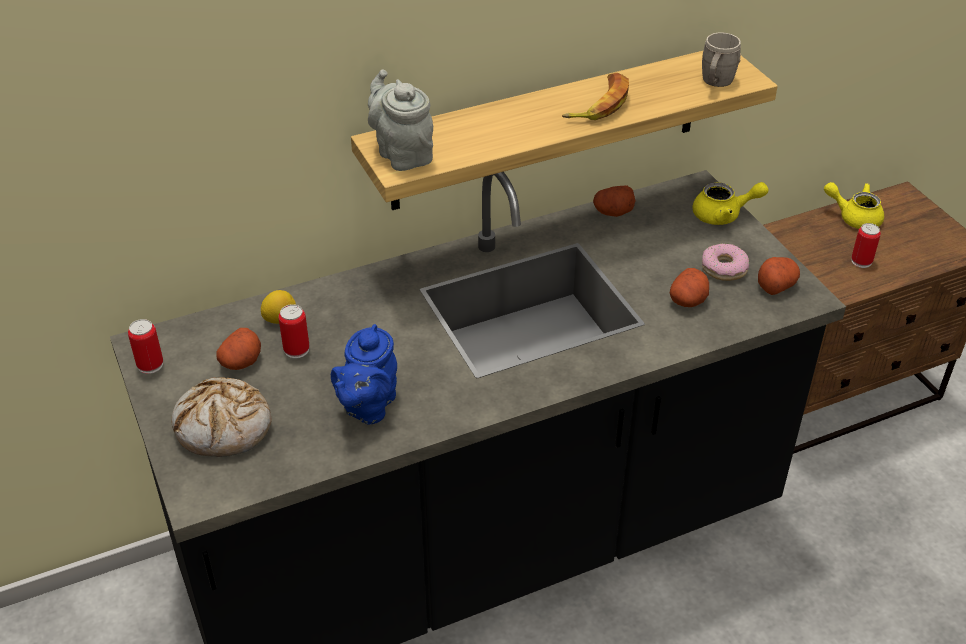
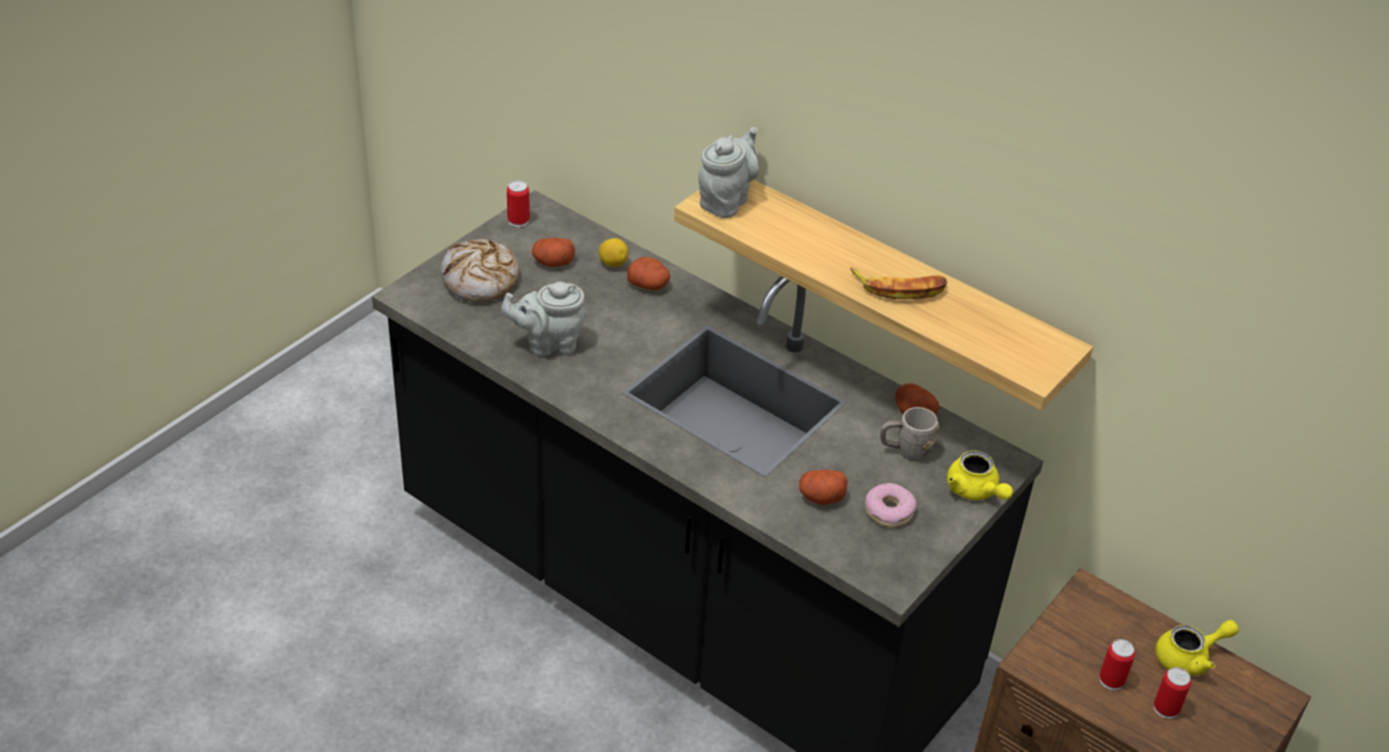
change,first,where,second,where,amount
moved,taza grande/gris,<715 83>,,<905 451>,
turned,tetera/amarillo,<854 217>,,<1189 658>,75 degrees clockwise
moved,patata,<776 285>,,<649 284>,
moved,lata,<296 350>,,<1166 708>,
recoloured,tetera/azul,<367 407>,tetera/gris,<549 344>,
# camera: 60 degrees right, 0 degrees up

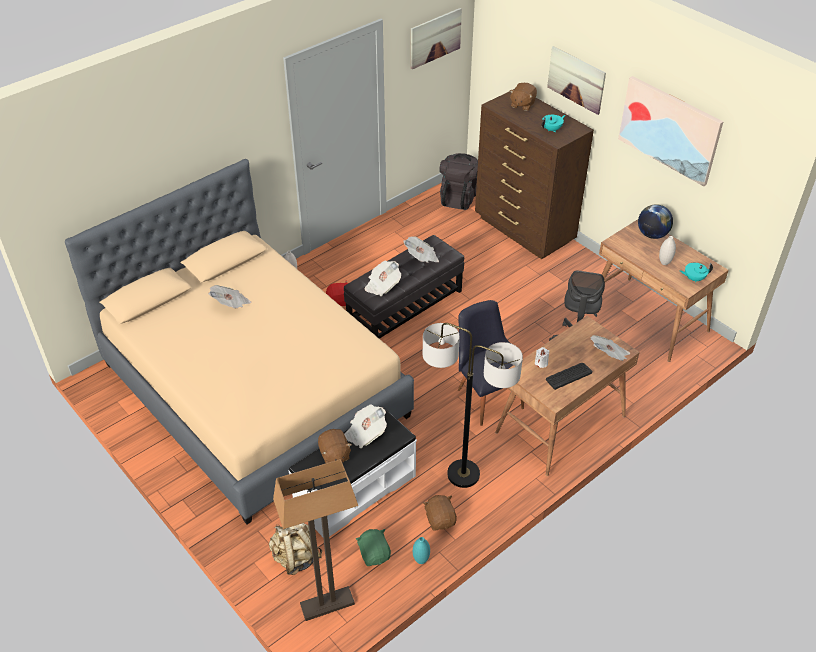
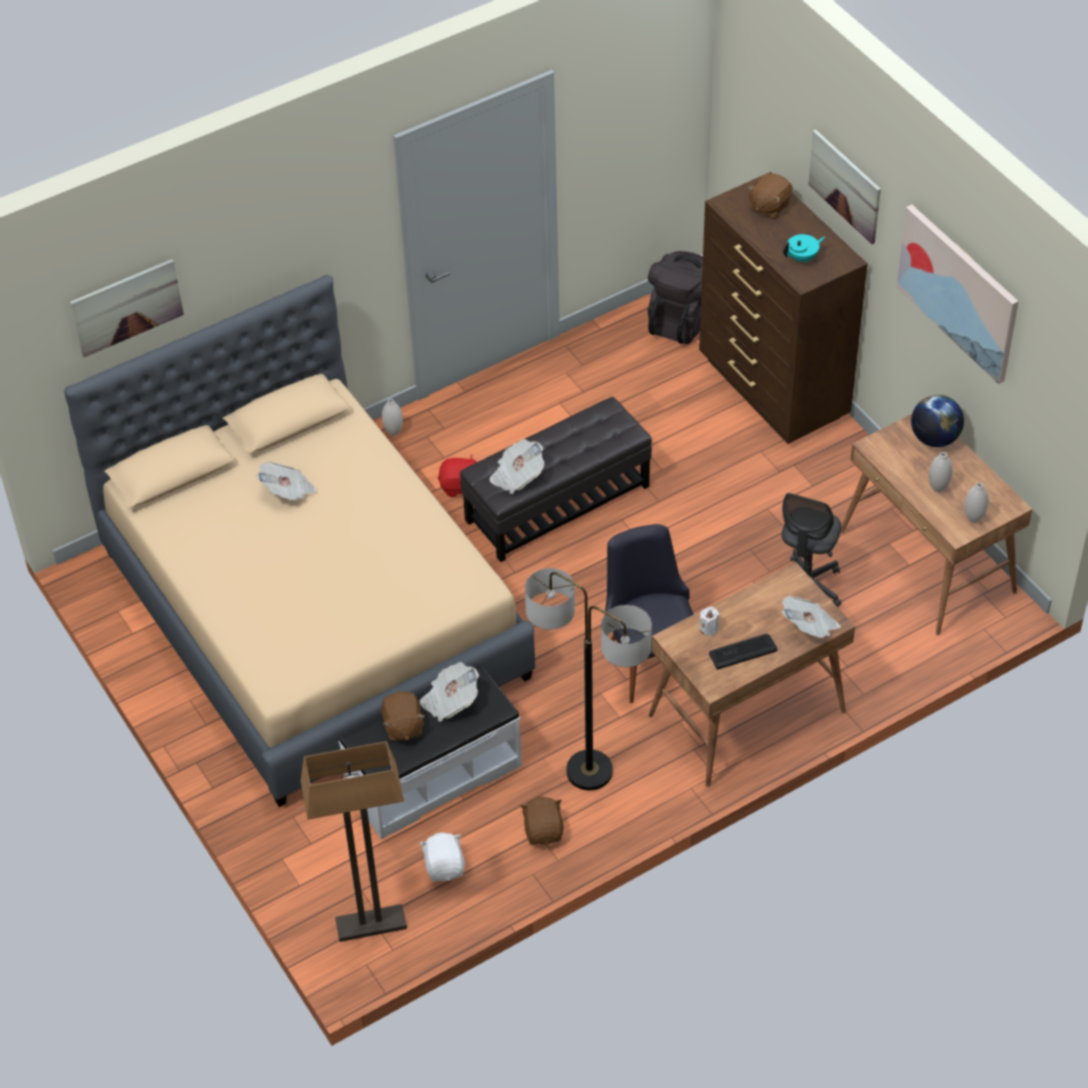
change,first,where,second,where,amount
moved,cuadro,<435 38>,,<127 307>,
removed,periódico,<421 257>,,,
replaced,tetera/turquesa,<693 278>,florero/blanco,<973 518>,
removed,mochila/beis,<295 557>,,,
recoloured,peluche/verde,<374 554>,peluche/blanco,<445 867>,
removed,florero/turquesa,<421 560>,,,
# camera: 10 degrees right, 5 degrees up

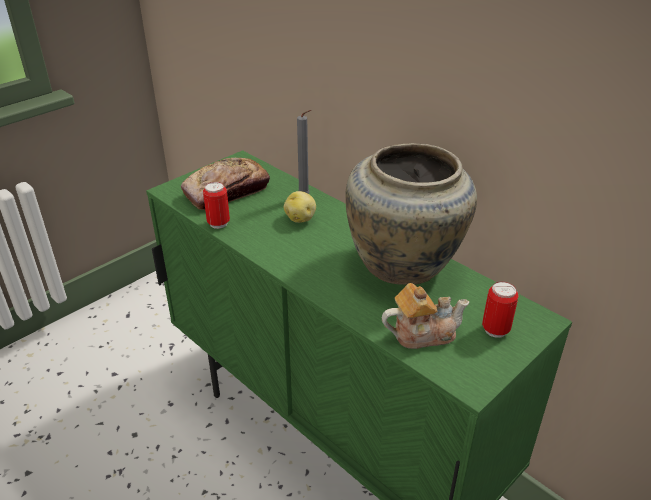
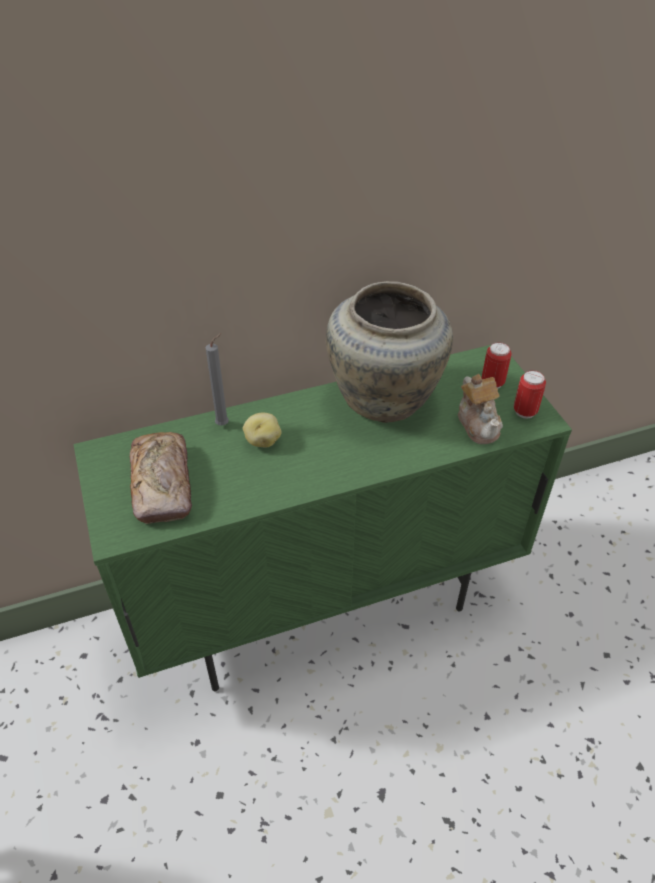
change,first,where,second,where,amount
moved,lata,<218 223>,,<525 411>,
turned,tetera,<422 333>,,<478 424>,150 degrees clockwise
# camera: 65 degrees left, 10 degrees up

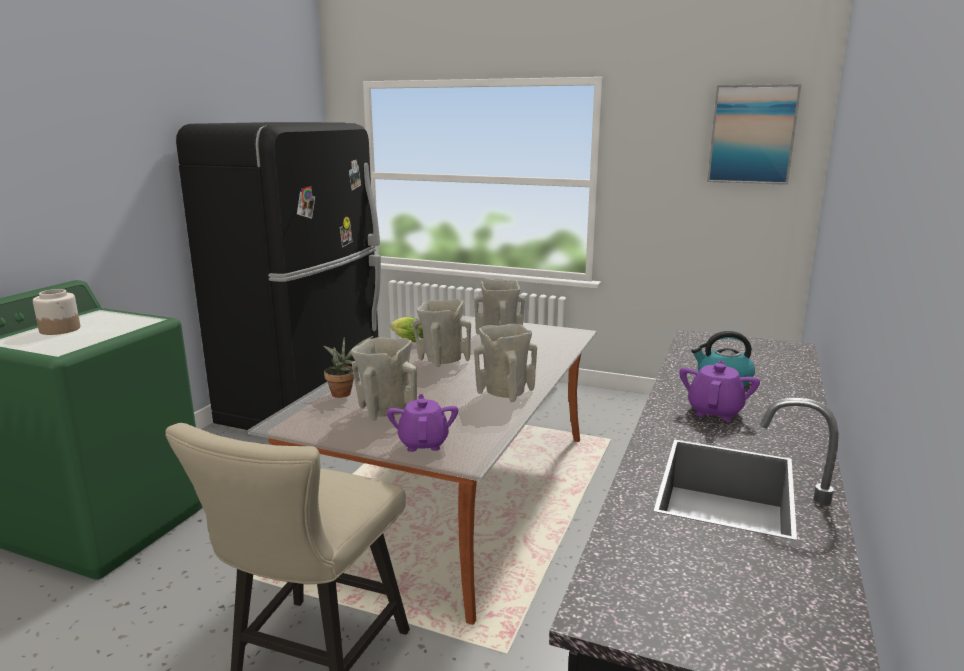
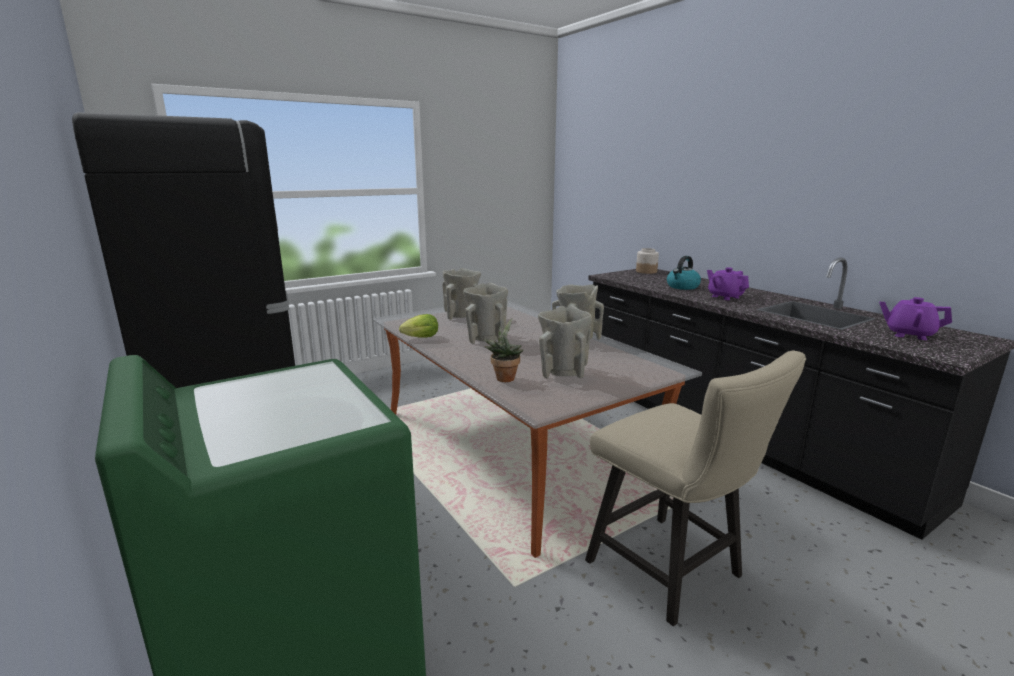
change,first,where,second,where,amount
removed,cuadro,<752 134>,,,
moved,tarro,<60 329>,,<646 271>,
moved,tetera/morado,<423 443>,,<908 334>,
# camera: 55 degrees left, 0 degrees up

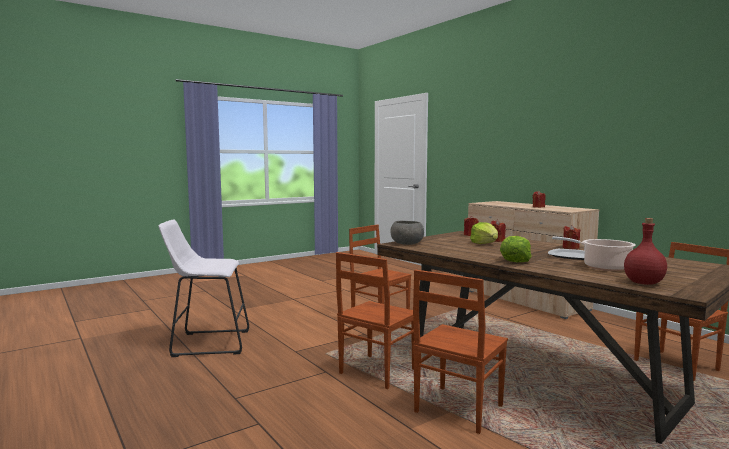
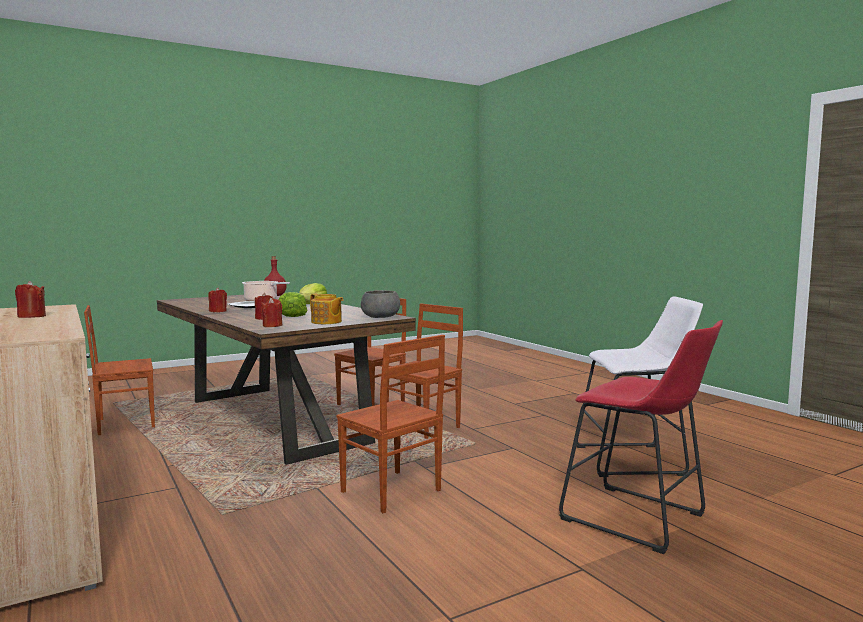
change,first,where,second,where,amount
added,,,tetera,<326 322>,
added,,,taburete/rojo,<640 520>,
# camera: 175 degrees left, 0 degrees up

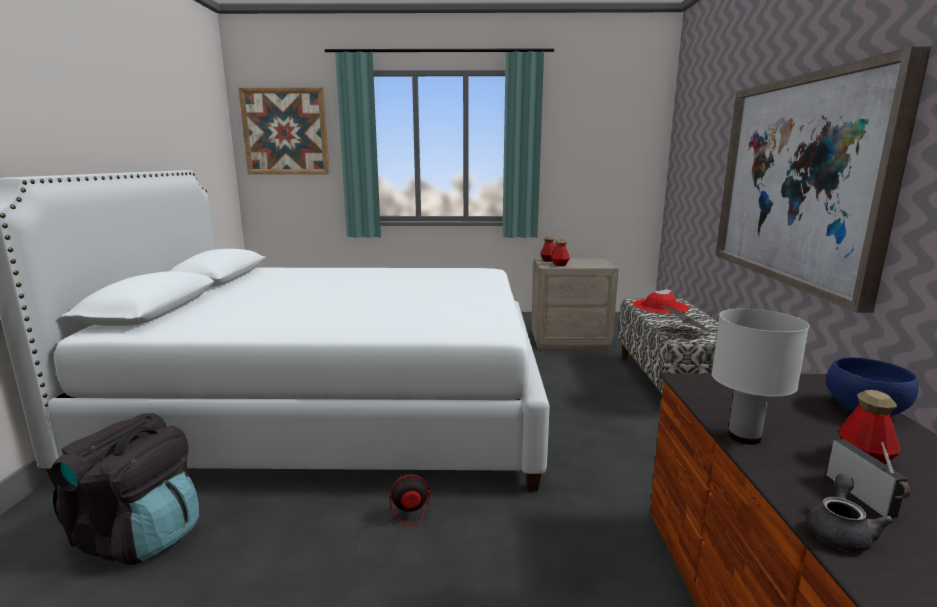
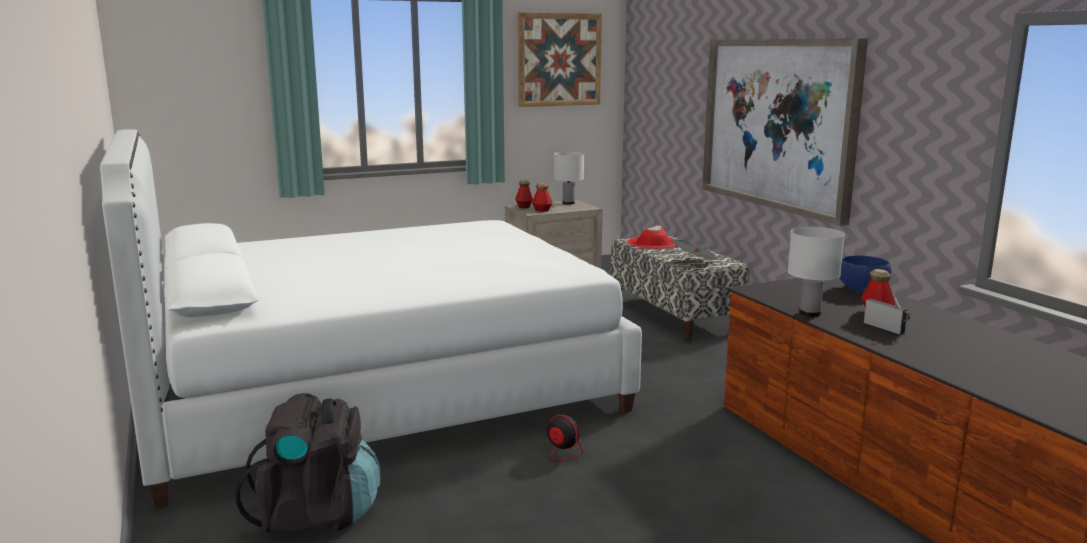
change,first,where,second,where,amount
moved,cuadro,<285 132>,,<559 60>,
turned,ventilador,<397 527>,,<544 456>,75 degrees clockwise
removed,tetera/gris,<840 531>,,,
added,,,lámpara de mesa/blanco,<568 203>,
# camera: 25 degrees left, 0 degrees up

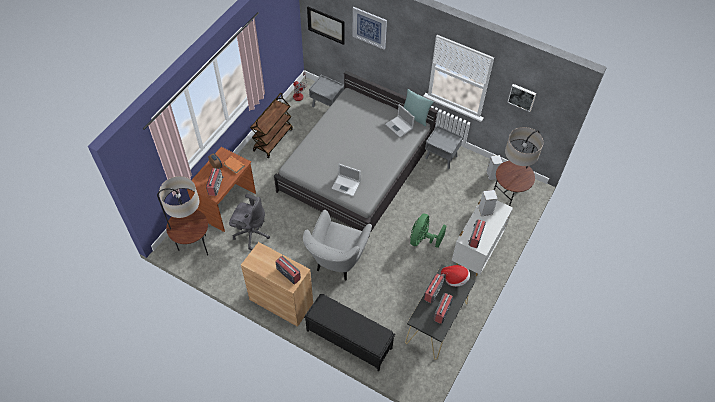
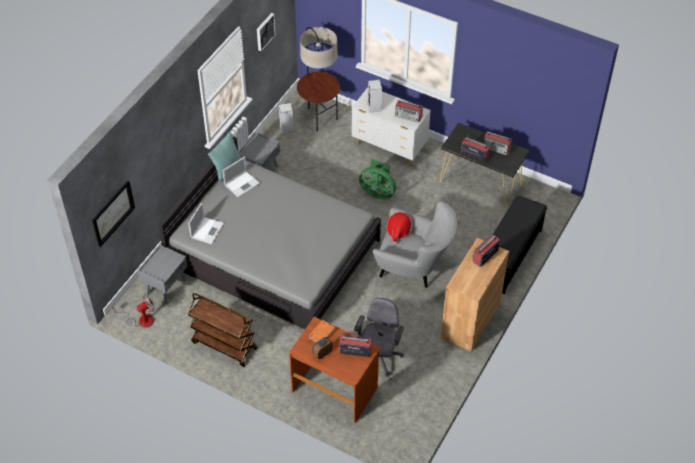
change,first,where,second,where,amount
removed,cuadro,<369 28>,,,
moved,portátil,<346 185>,,<207 230>,
removed,lámpara de pie,<194 247>,,,
moved,sombrero,<455 279>,,<398 231>,
# camera: 90 degrees left, 5 degrees down

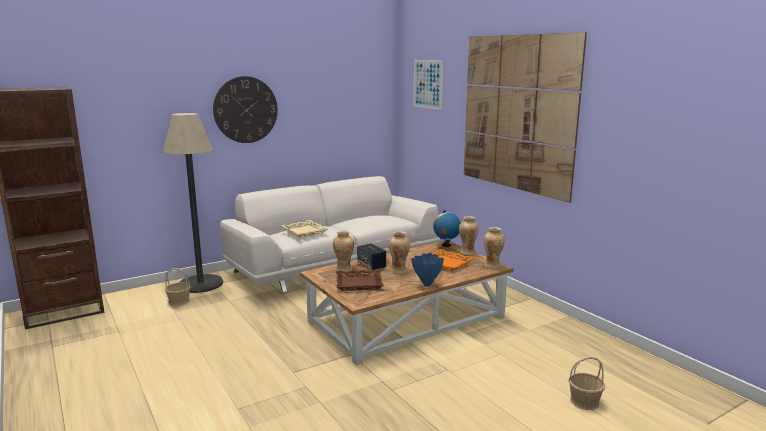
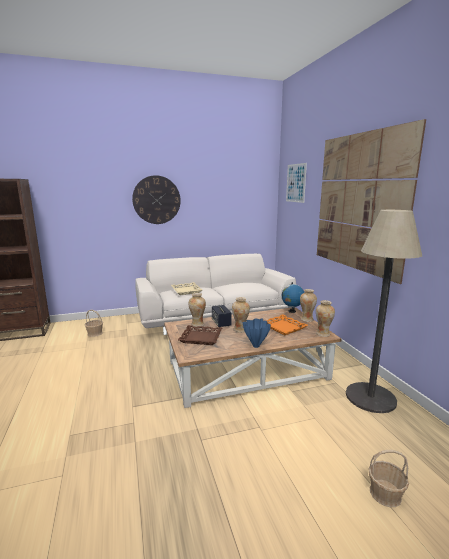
change,first,where,second,where,amount
moved,lámpara de pie,<200 284>,,<370 397>,
# camera: 15 degrees right, 0 degrees up

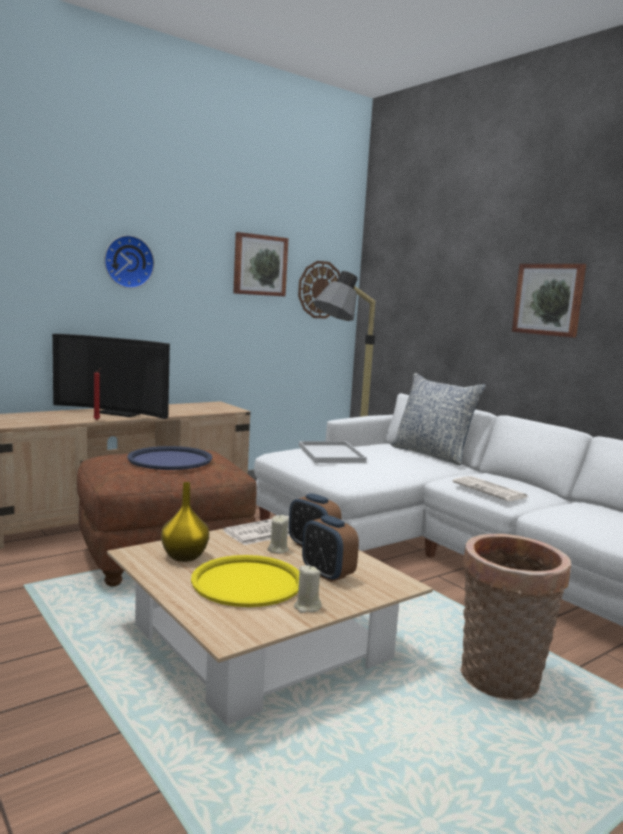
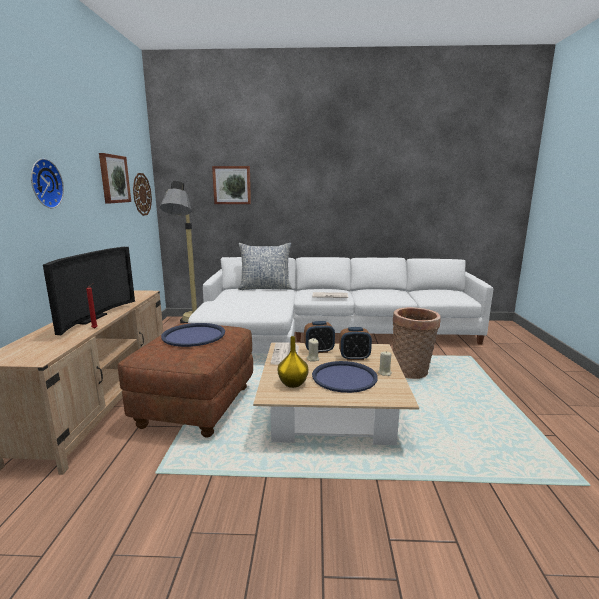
change,first,where,second,where,amount
moved,cuadro,<549 299>,,<232 185>,
turned,televisor,<119 413>,,<87 319>,45 degrees counterclockwise
removed,bandeja/blanco,<330 453>,,,
recoloured,bandeja/amarillo,<247 582>,bandeja/azul,<344 377>,
# camera: 50 degrees left, 5 degrees up

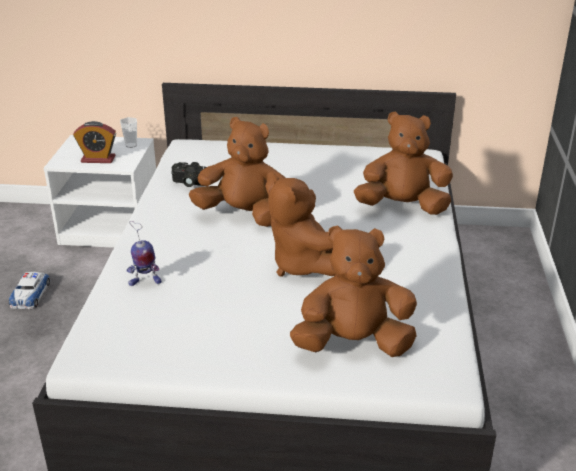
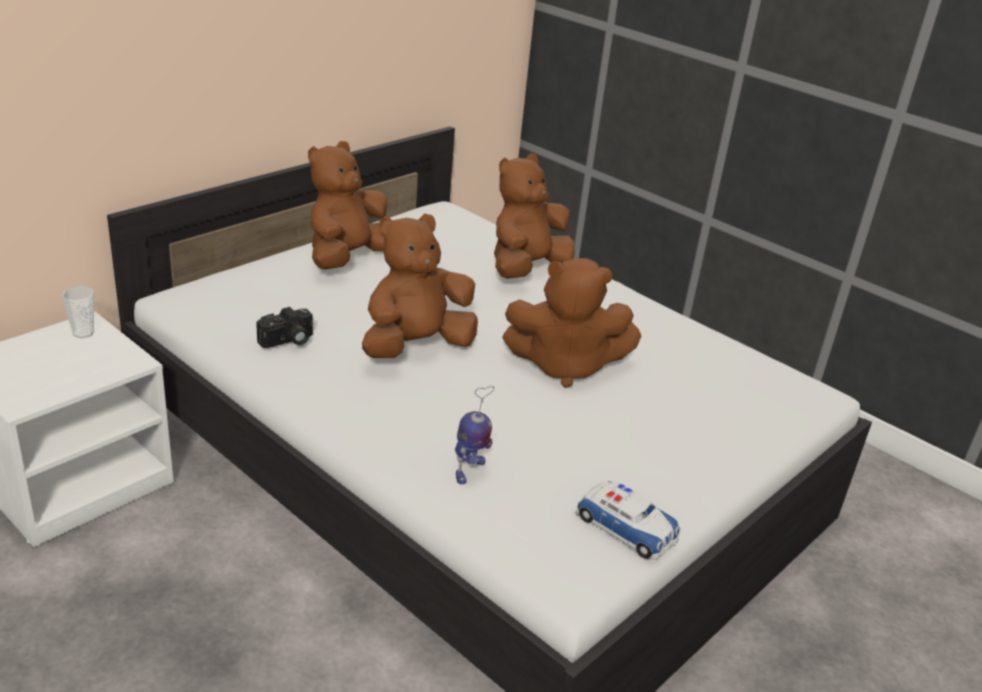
change,first,where,second,where,amount
removed,despertador,<98 159>,,,
moved,peluche/marrón,<353 344>,,<347 258>,
moved,coche de juguete,<30 295>,,<626 527>,
# camera: 55 degrees left, 0 degrees up

